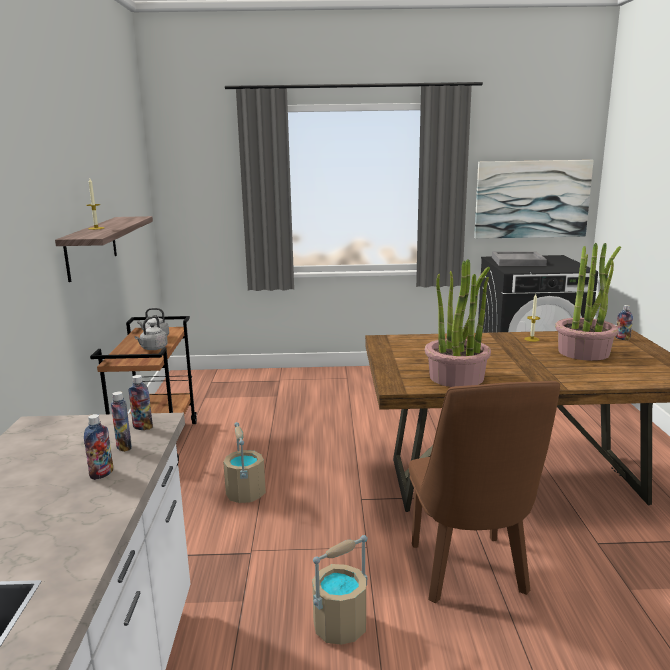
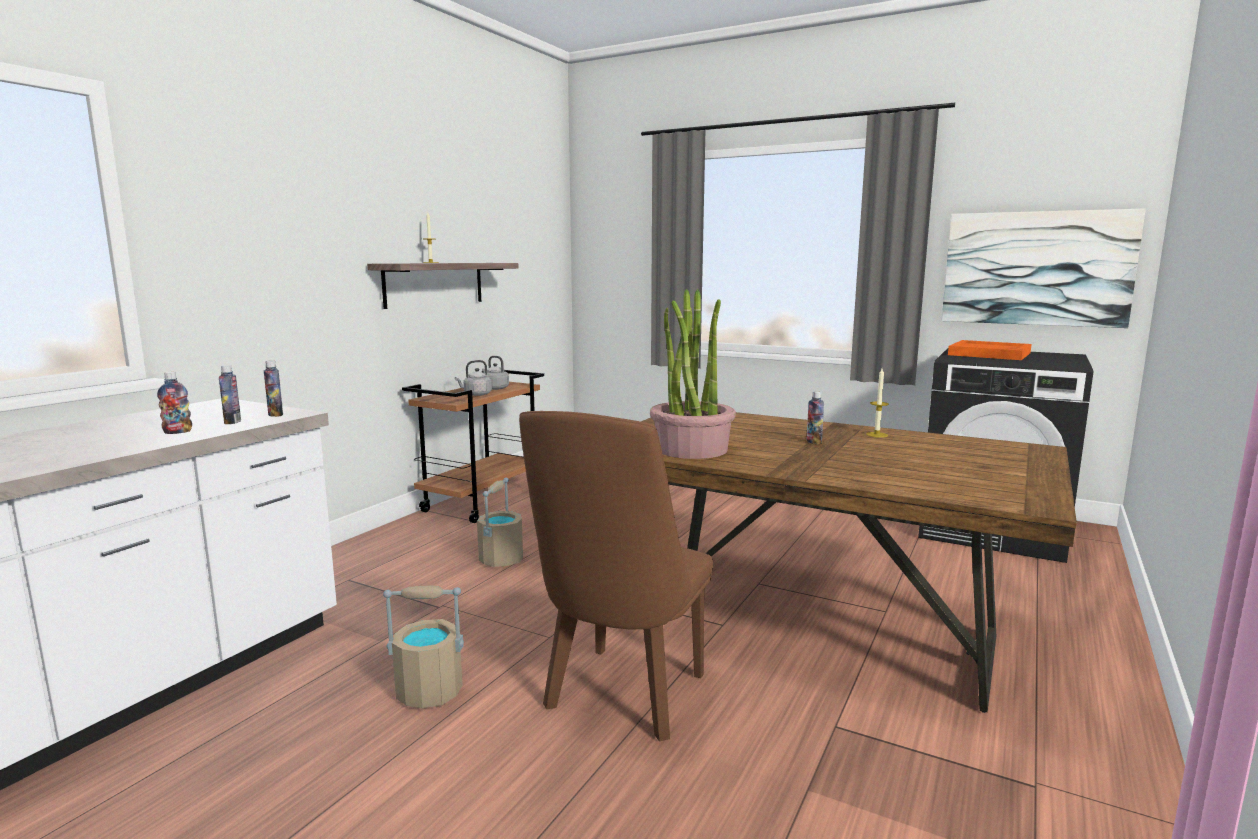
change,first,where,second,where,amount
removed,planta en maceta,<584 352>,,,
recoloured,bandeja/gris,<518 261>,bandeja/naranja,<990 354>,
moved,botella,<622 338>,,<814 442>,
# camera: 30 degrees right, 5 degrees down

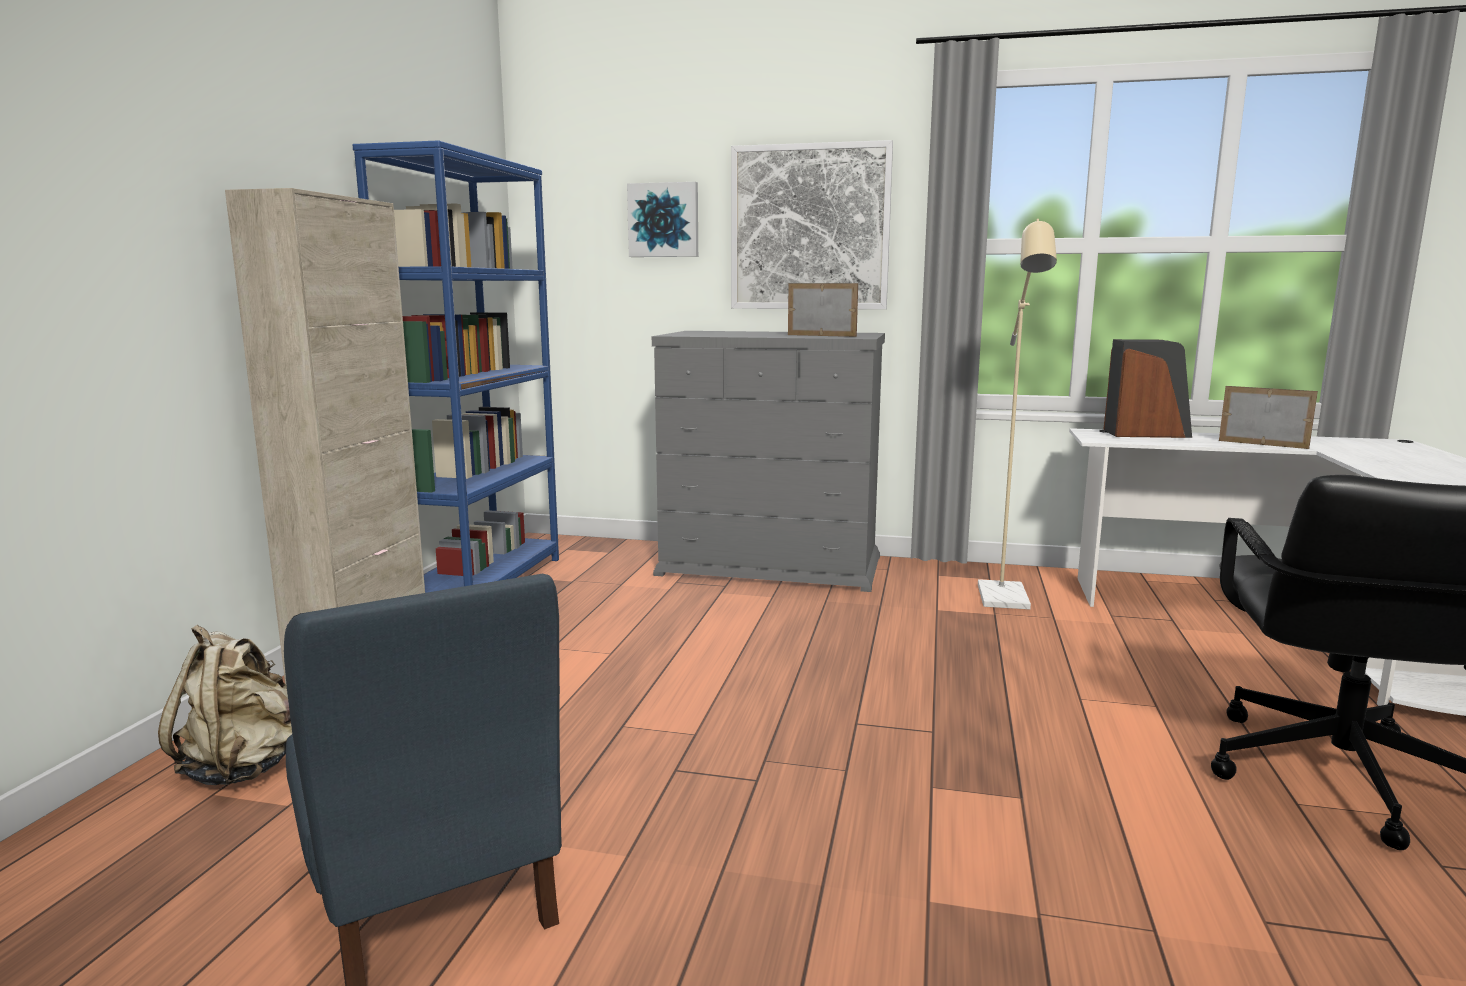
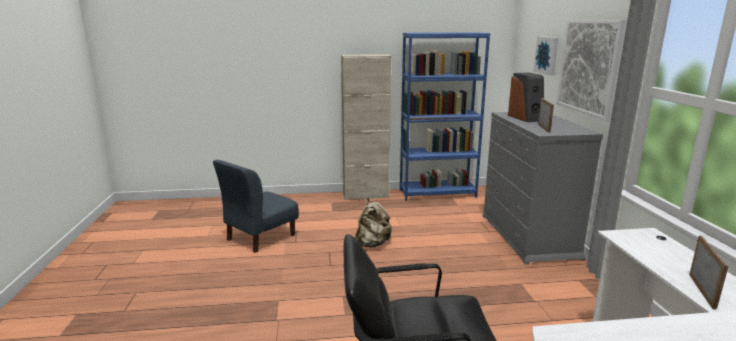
change,first,where,second,where,amount
removed,lámpara de pie/beis,<1005 601>,,,
moved,altavoz,<1145 433>,,<525 118>,
moved,mochila/beis,<242 768>,,<372 244>,
# camera: 70 degrees right, 5 degrees up

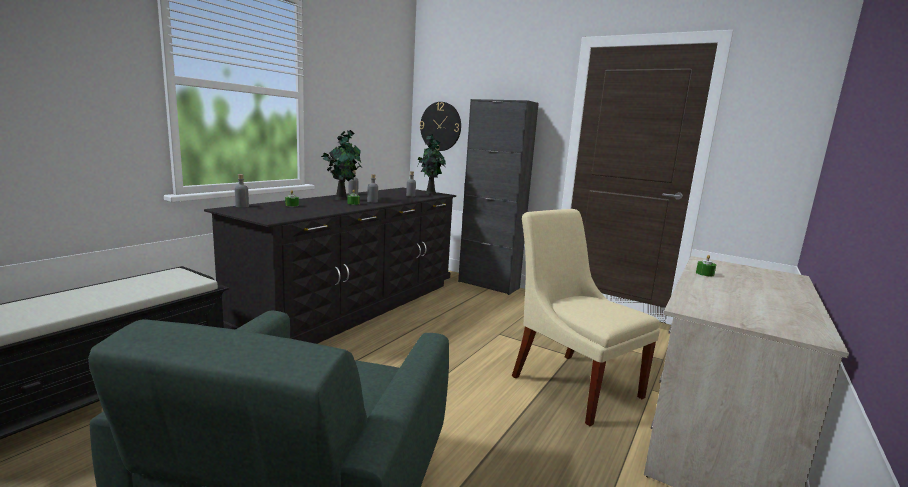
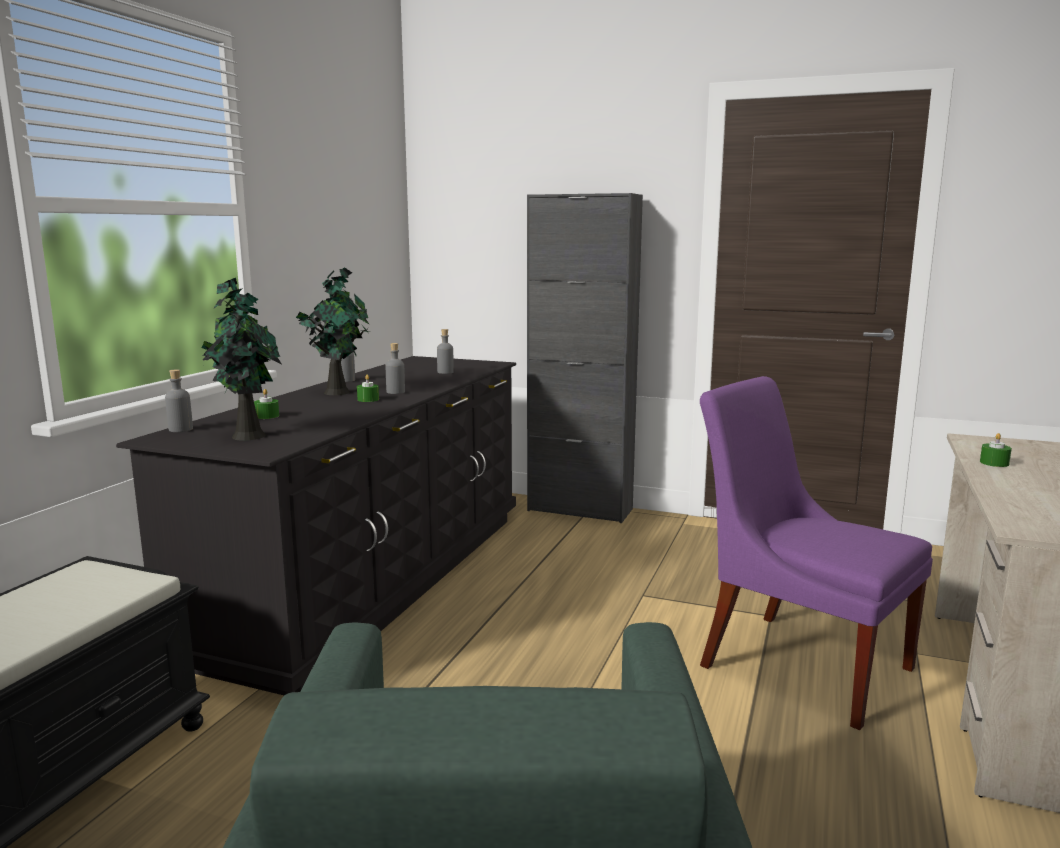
change,first,where,second,where,amount
removed,reloj de pared,<440 126>,,,
moved,planta en maceta,<429 193>,,<246 435>,
recoloured,silla/beis,<572 383>,silla/morado,<798 662>,
# camera: 10 degrees left, 0 degrees up

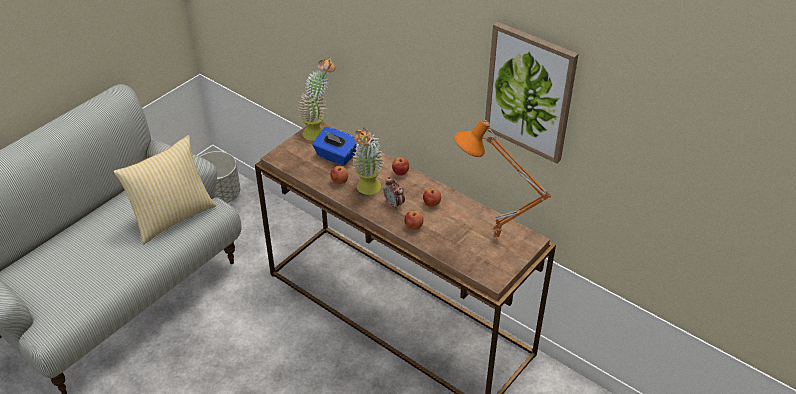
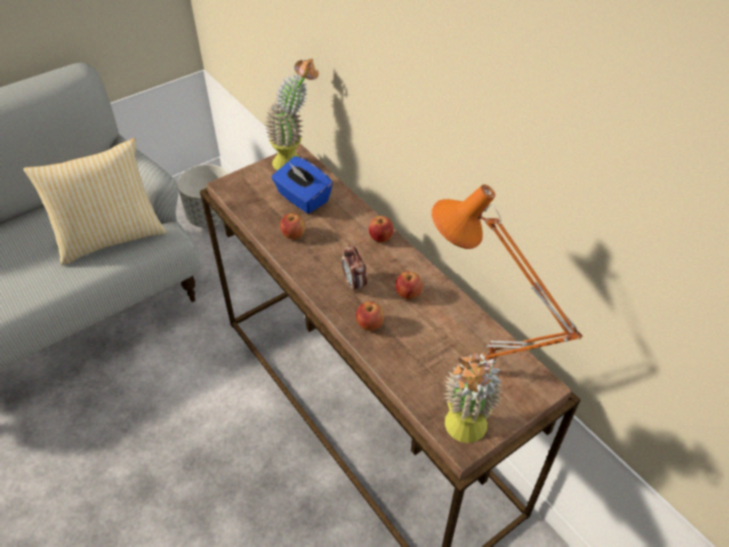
change,first,where,second,where,amount
removed,cuadro,<530 92>,,,
moved,planta en maceta,<368 191>,,<463 434>,
# camera: 15 degrees right, 5 degrees up

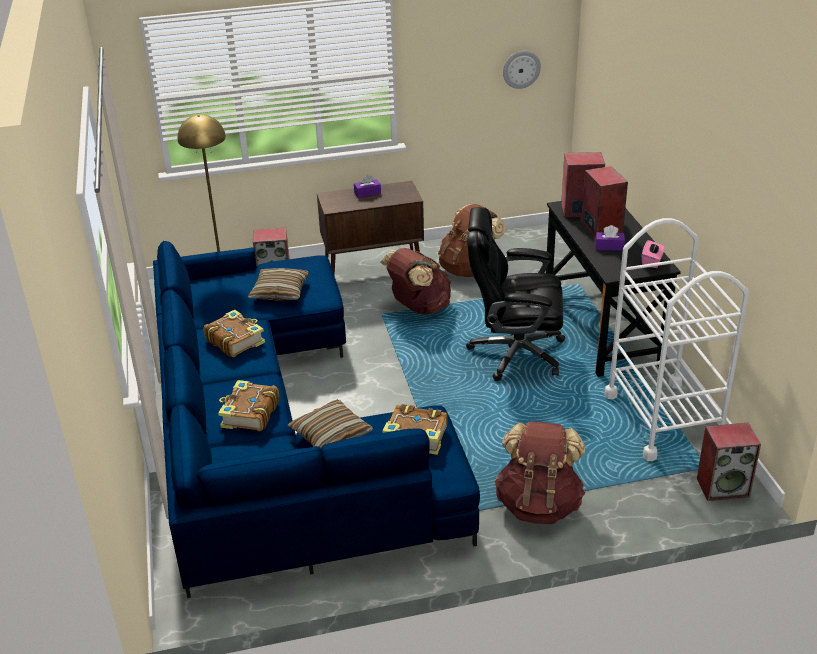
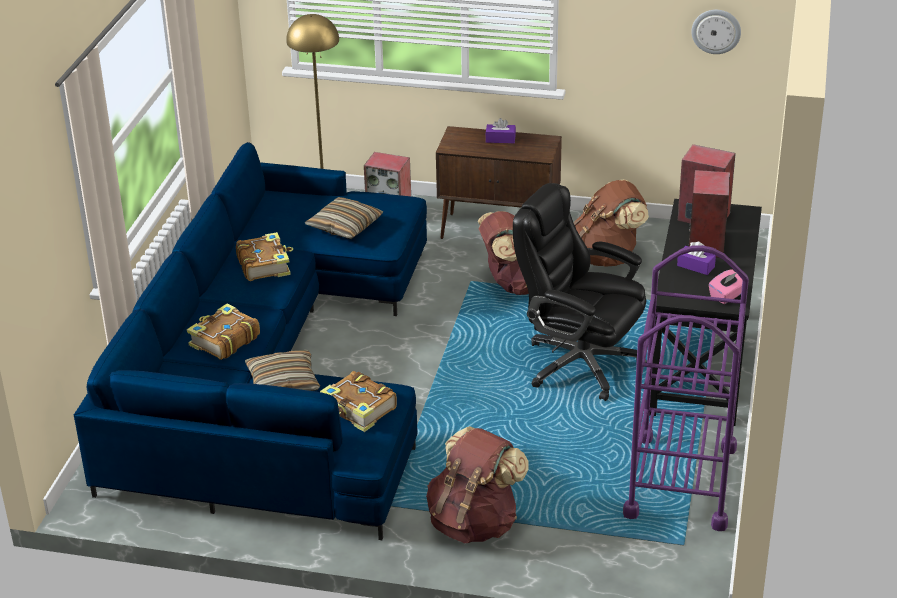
change,first,where,second,where,amount
recoloured,carrito/blanco,<663 419>,carrito/morado,<681 481>,
removed,altavoz,<723 487>,,,
# camera: 25 degrees right, 0 degrees up

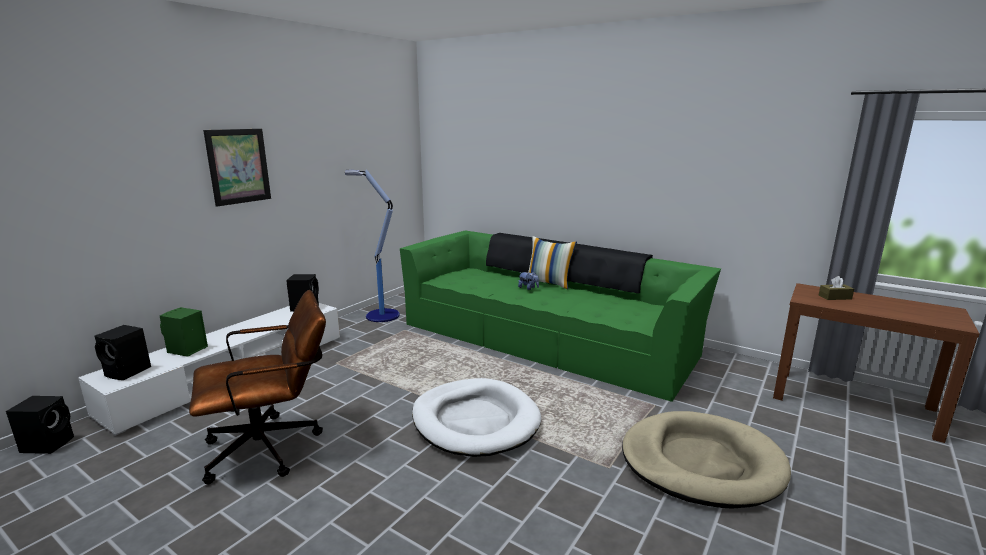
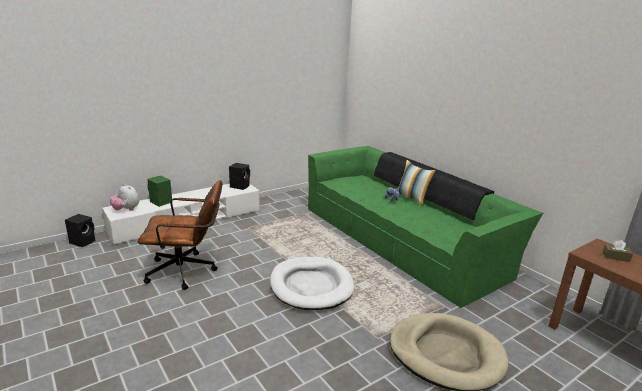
change,first,where,second,where,amount
removed,cuadro,<238 166>,,,
removed,lámpara de pie,<381 315>,,,
replaced,altavoz/negro,<128 372>,peluche,<126 210>,
# camera: 20 degrees right, 5 degrees up

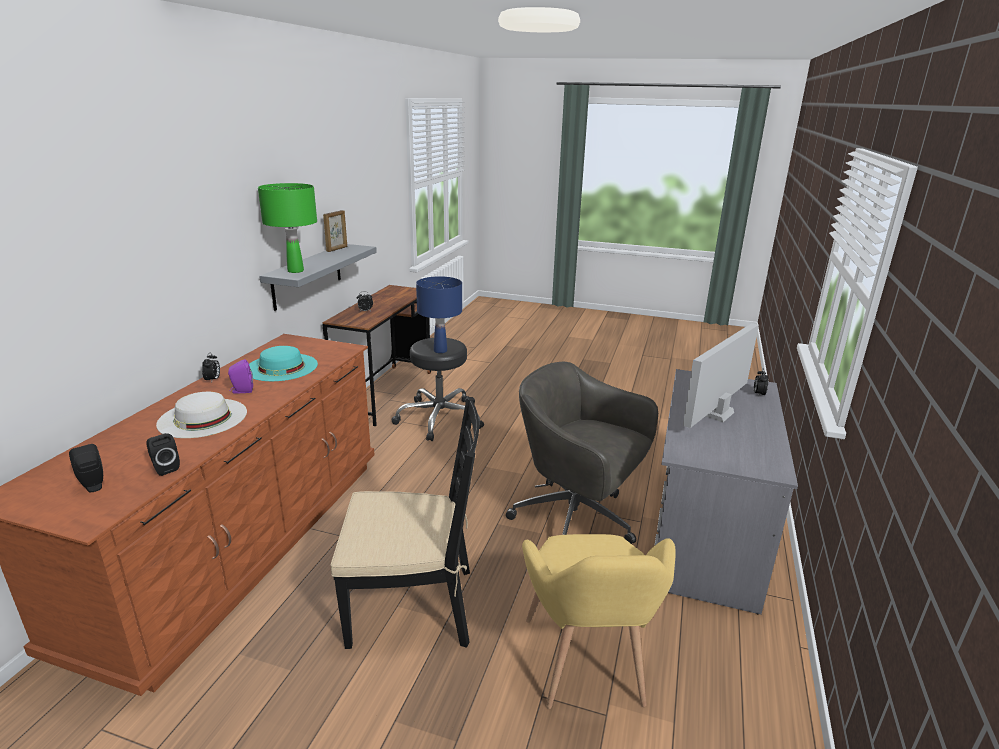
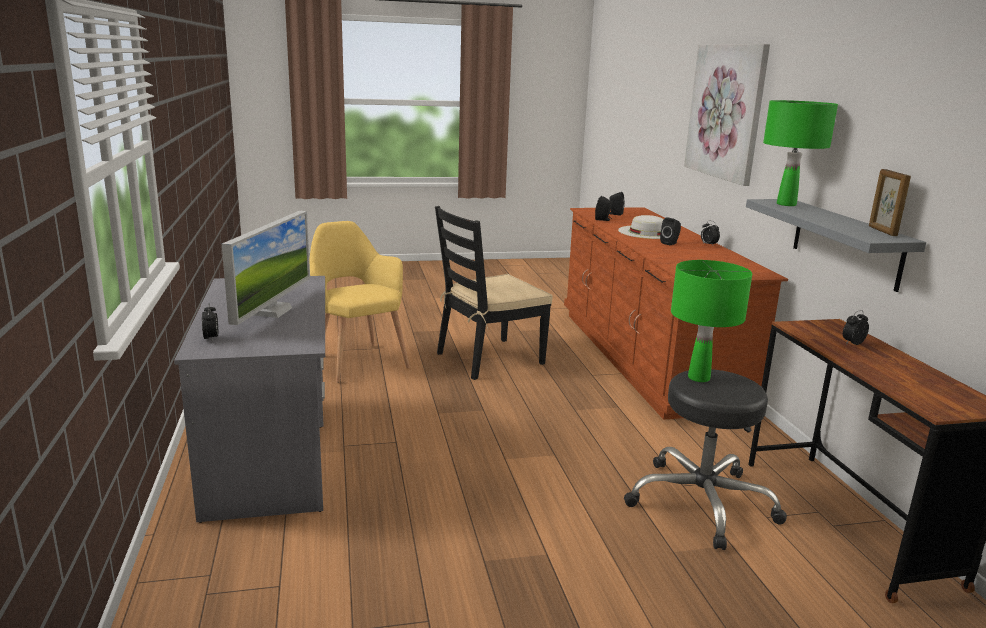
change,first,where,second,where,amount
recoloured,lámpara de mesa/azul,<440 351>,lámpara de mesa/verde,<699 378>,
removed,sombrero/turquesa,<281 367>,,,
recoloured,altavoz/morado,<241 391>,altavoz/negro,<670 243>,
removed,silla de oficina/gris,<577 520>,,,
added,,,cuadro,<725 111>,
# camera: 150 degrees right, 5 degrees down

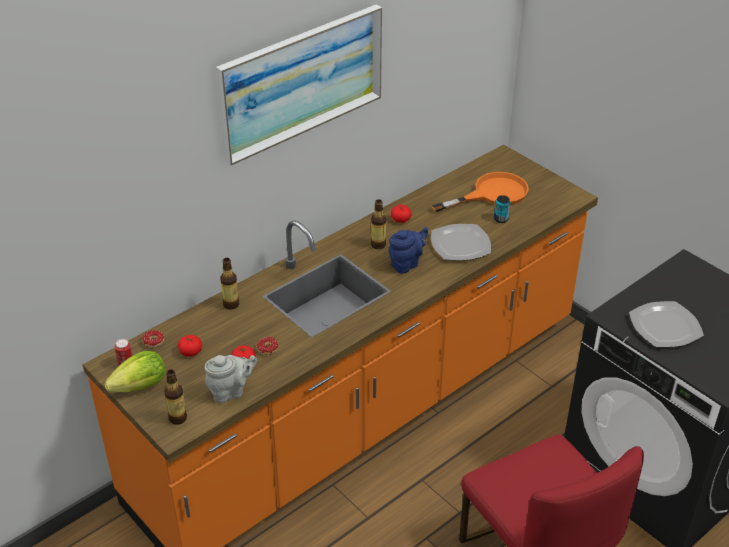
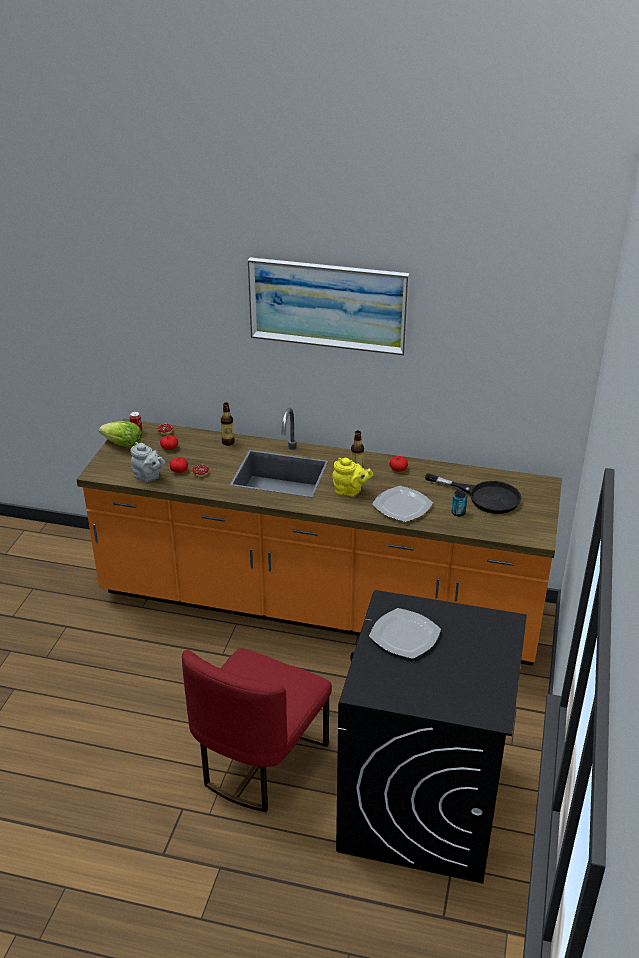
change,first,where,second,where,amount
recoloured,sartén/naranja,<491 194>,sartén/negro,<485 496>,
recoloured,tetera/azul,<406 264>,tetera/amarillo,<350 491>,
removed,botella,<178 418>,,,
# camera: 55 degrees right, 5 degrees down

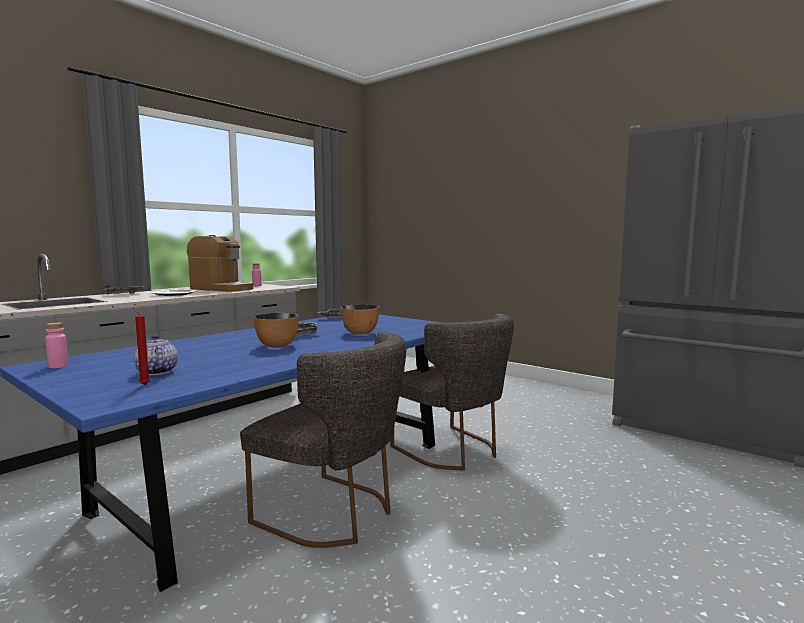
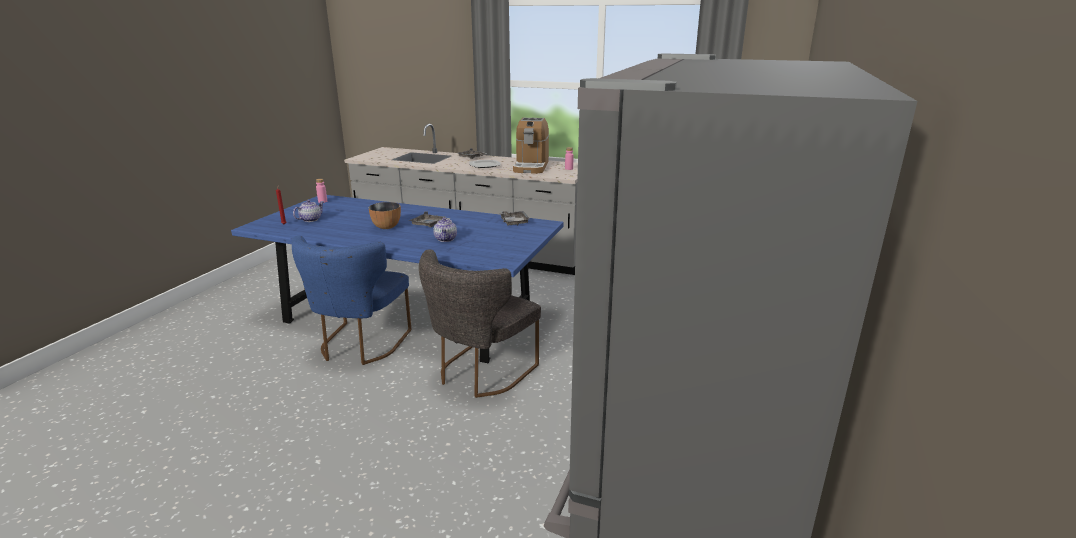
change,first,where,second,where,amount
replaced,cuenco,<360 333>,tetera,<446 239>,
recoloured,silla/gris,<334 514>,silla/azul,<360 346>,
# camera: 70 degrees right, 15 degrees up

